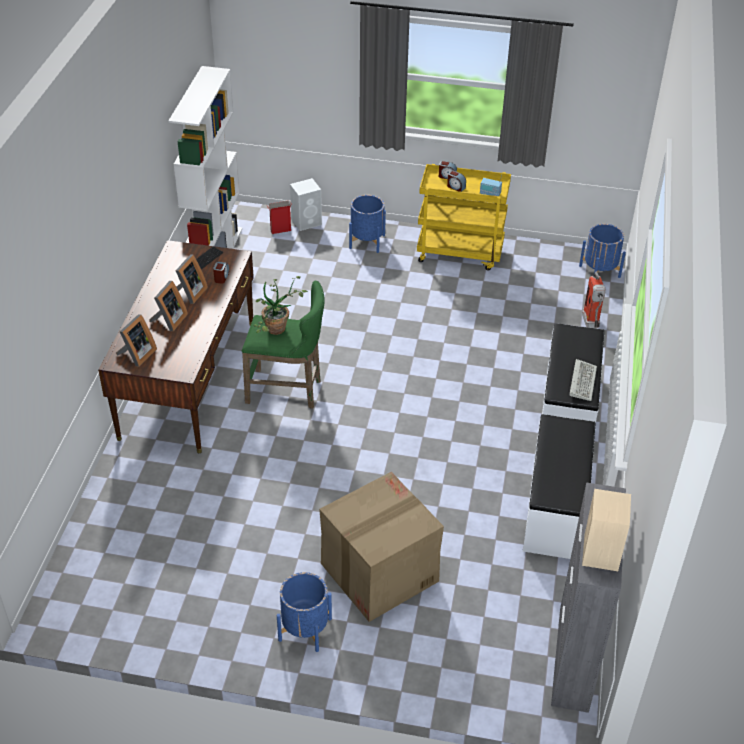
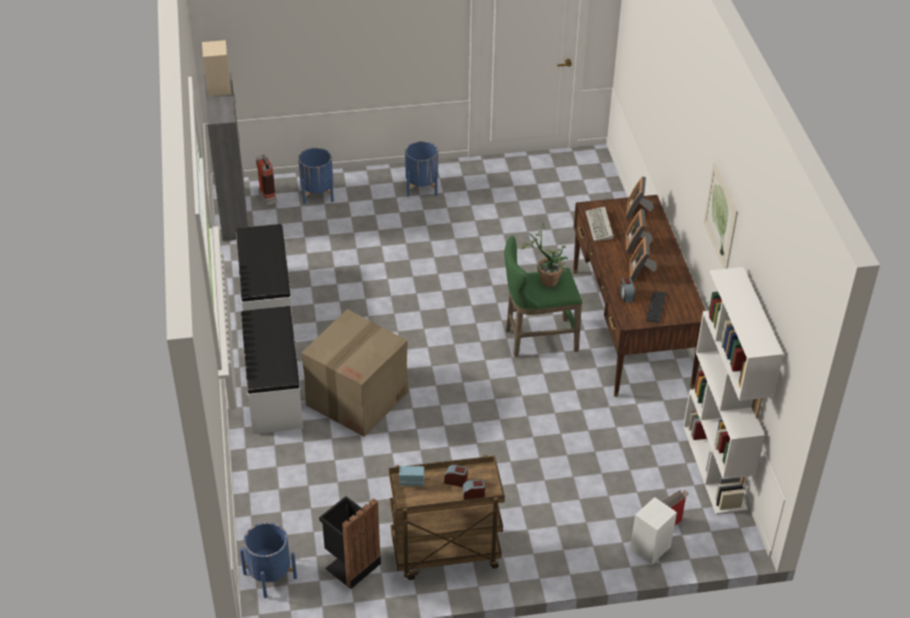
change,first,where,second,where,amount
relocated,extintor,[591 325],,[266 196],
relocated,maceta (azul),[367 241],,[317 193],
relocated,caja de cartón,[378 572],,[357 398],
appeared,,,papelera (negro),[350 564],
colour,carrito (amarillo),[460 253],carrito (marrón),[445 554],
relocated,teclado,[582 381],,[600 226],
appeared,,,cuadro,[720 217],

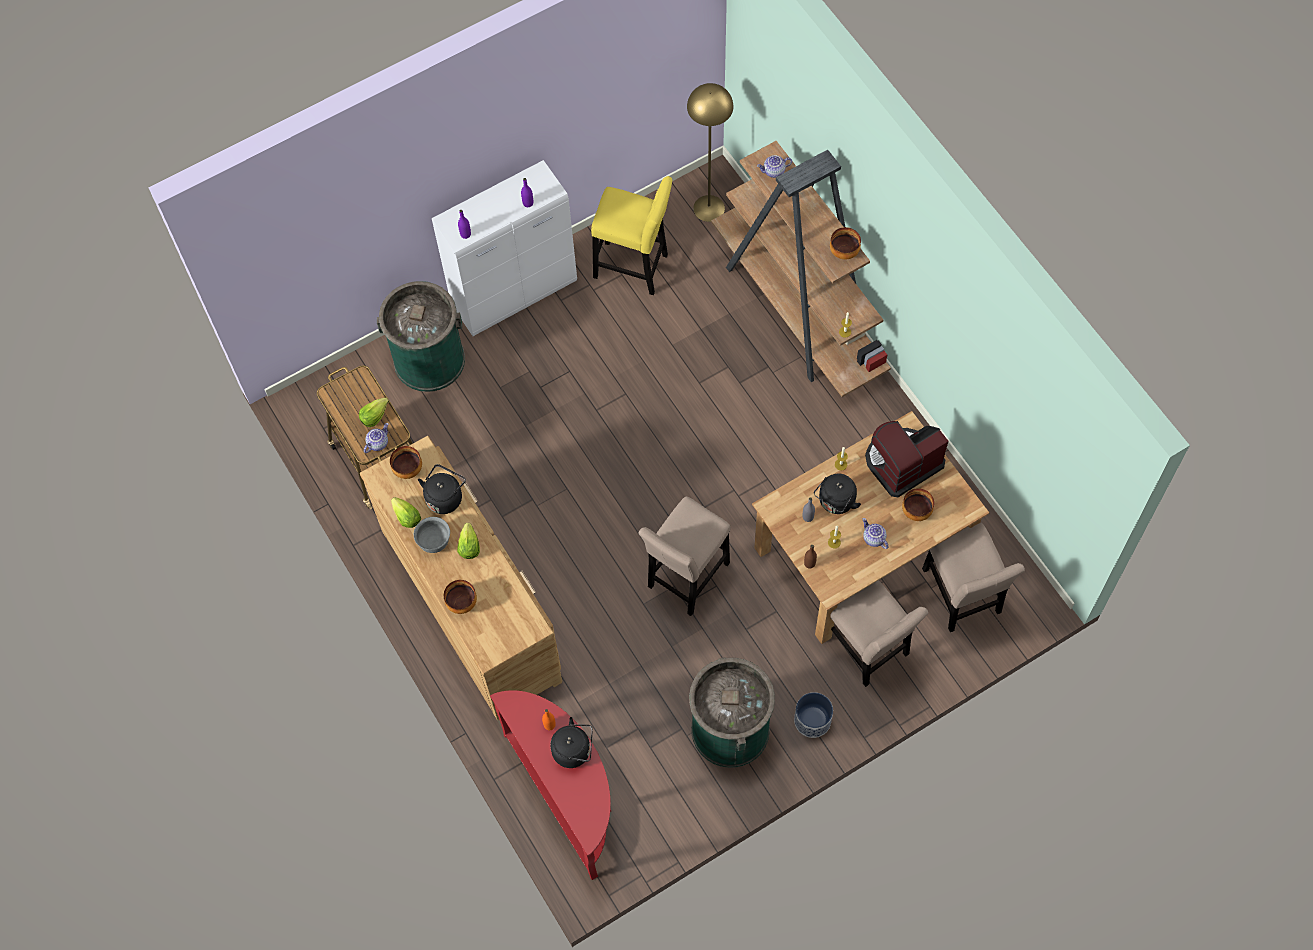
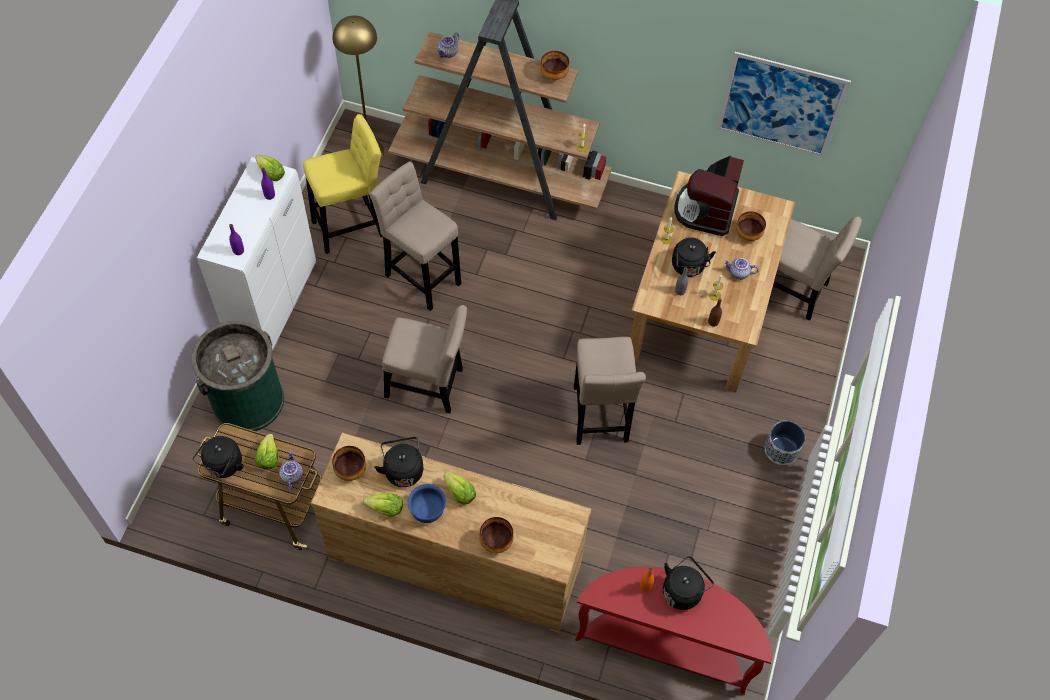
change,first,where,second,where,amount
appeared,,,hervidor (negro),[223 466],
appeared,,,lechuga,[271 174],
appeared,,,taburete (beis),[421 276],
relocated,silla (beis),[867 647],,[428 385],
colour,cuenco (gris),[434 542],cuenco (azul),[427 511],
appeared,,,cuadro,[781 105],
missing,papelera (verde),[730 729],,,

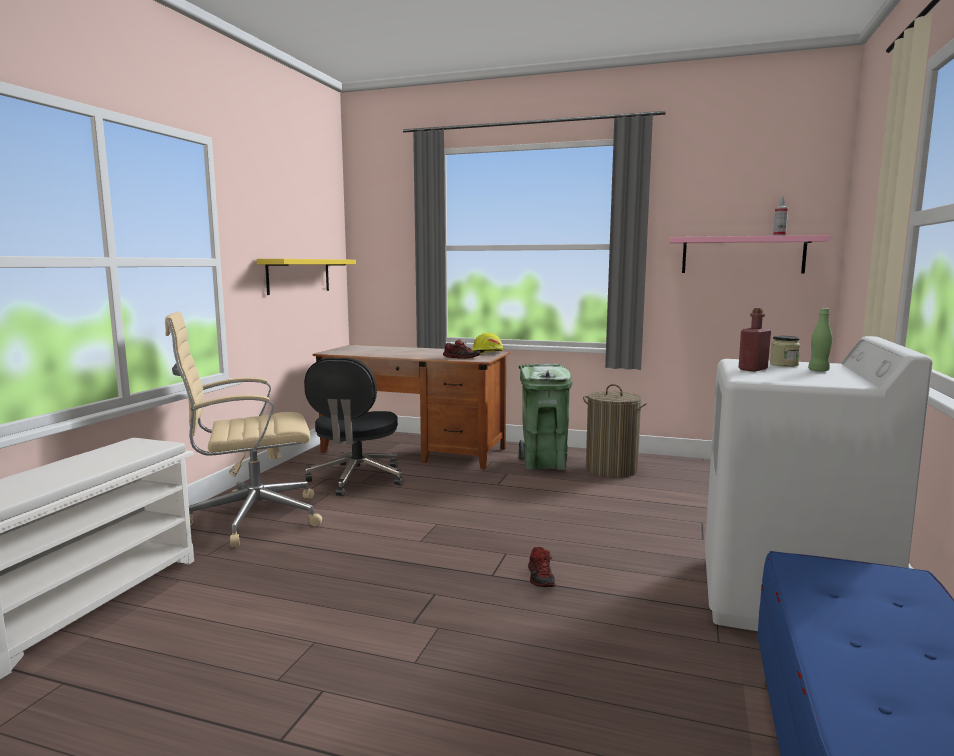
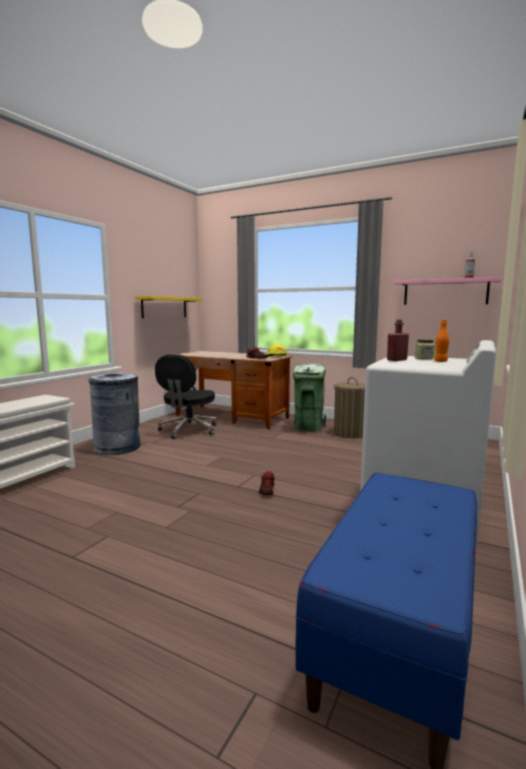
change,first,where,second,where,amount
exchanged,silla de oficina (beis),[251 518],papelera (gris),[117 447],
colour,botella (verde),[818 370],botella (naranja),[440 361],

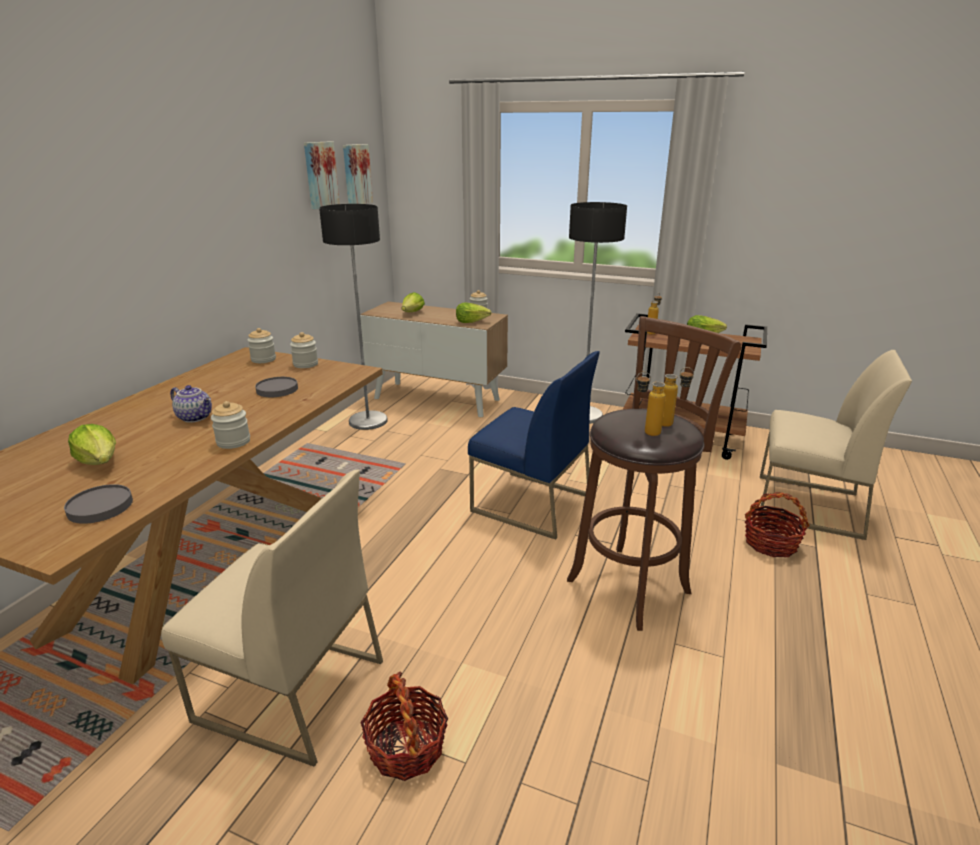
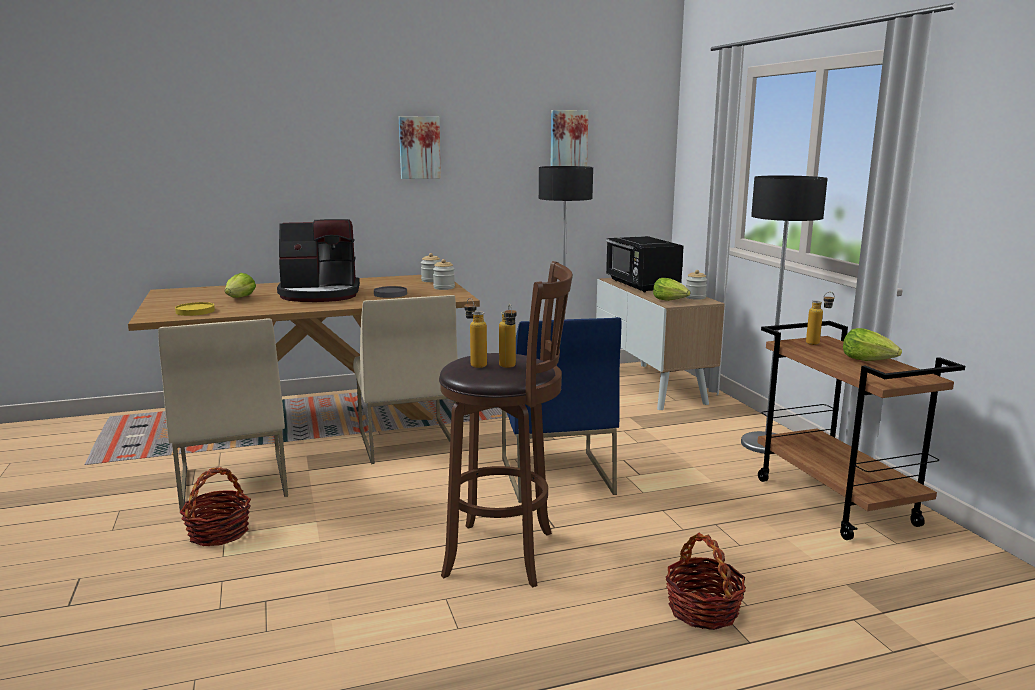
change,first,where,second,where,amount
colour,plato (gris),[100 507],plato (amarillo),[195 311],
exchanged,tetera,[196 417],cafetera,[320 294],
relocated,silla (beis),[807 506],,[406 440],
relocated,cuadro,[356 174],,[419 147],
exchanged,lechuga,[412 313],microondas (negro),[641 285],
missing,tarro,[233 442],,,

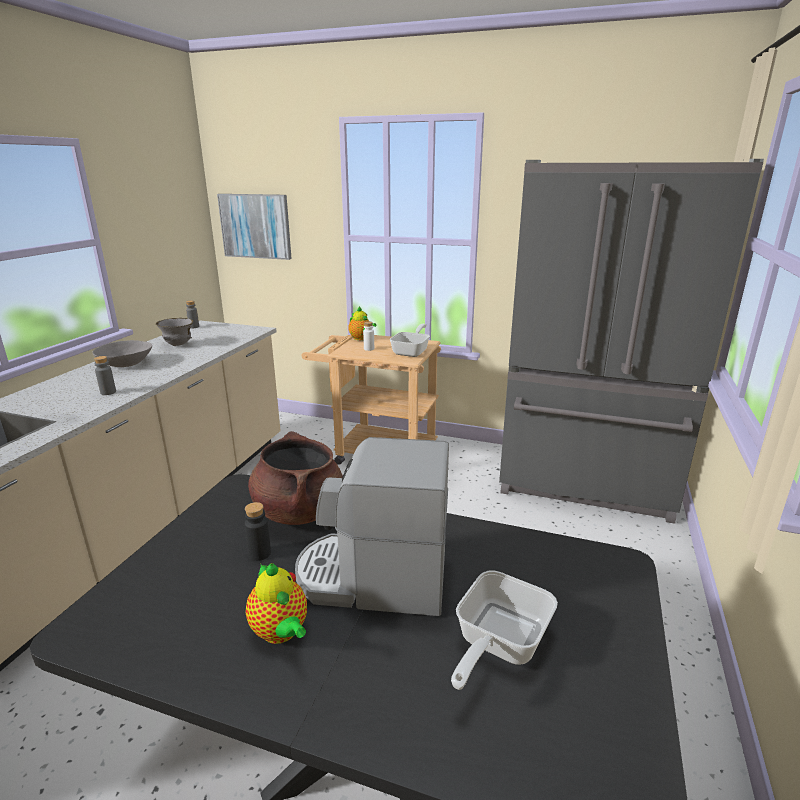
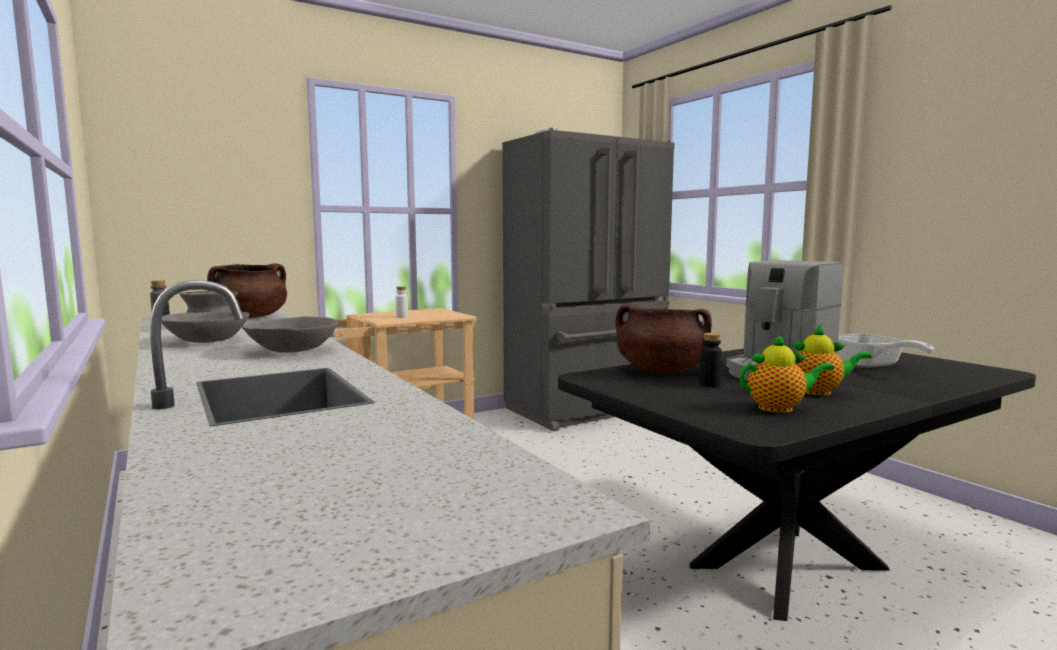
change,first,where,second,where,amount
appeared,,,olla (marrón),[250 317],
exchanged,botella (gris),[108 392],cuenco (gris),[292 351],
relocated,tetera,[361 338],,[779 408],
missing,cuadro,[255 226],,,
missing,sartén,[412 351],,,

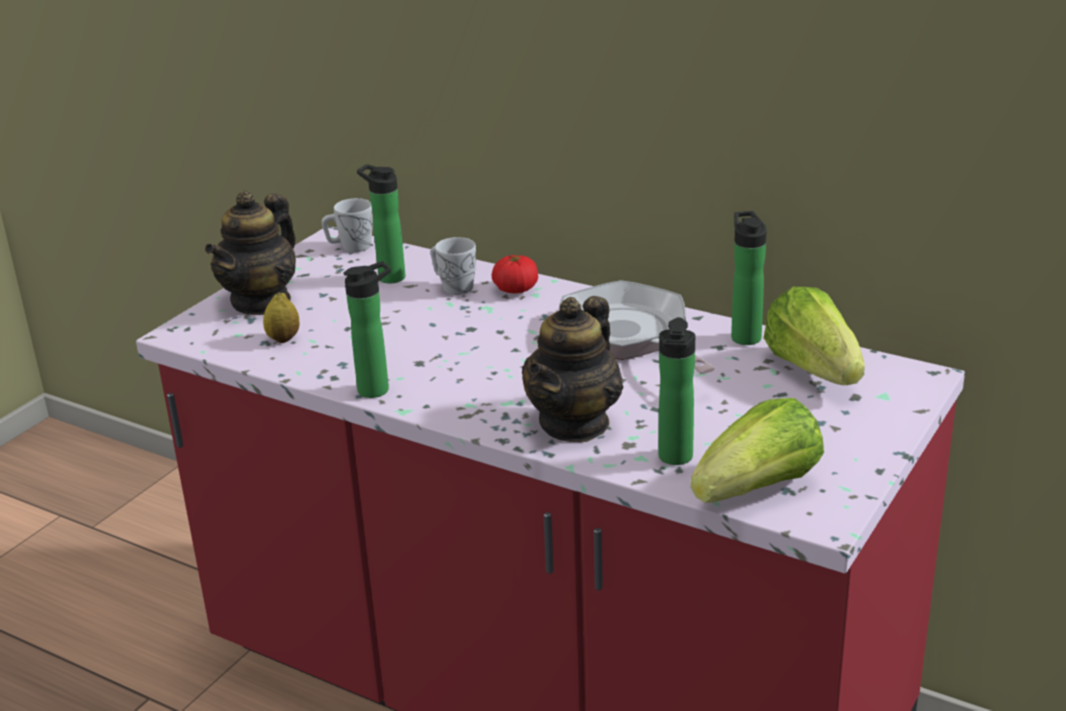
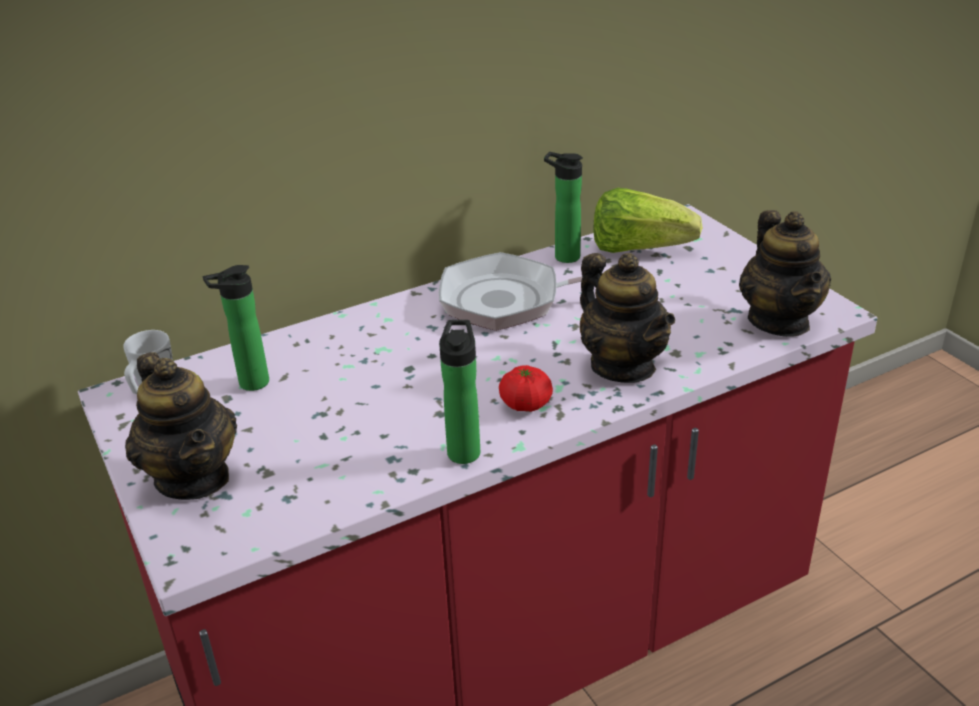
change,first,where,second,where,amount
relocated,tomate,[515 289],,[525 404],
exchanged,lechuga,[758 489],tetera,[779 321],
missing,limón,[283 339],,,
missing,taza grande (blanco),[453 286],,,
missing,botella,[675 459],,,

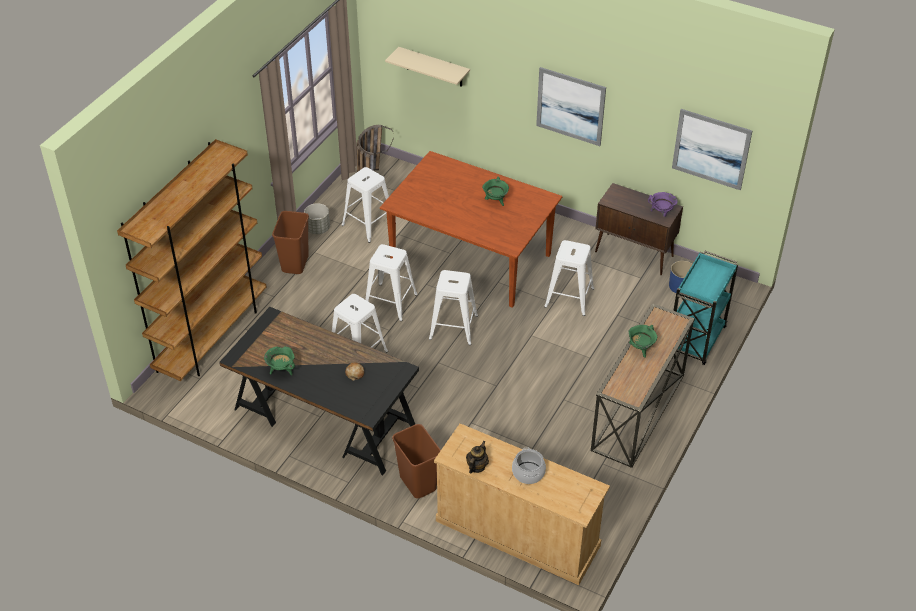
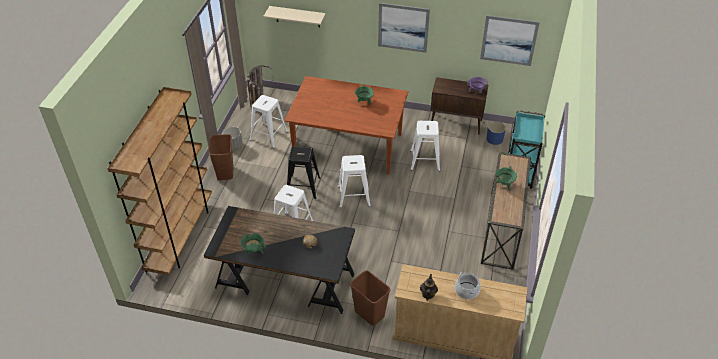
change,first,where,second,where,amount
colour,taburete (blanco),[389 302],taburete (negro),[302 187],

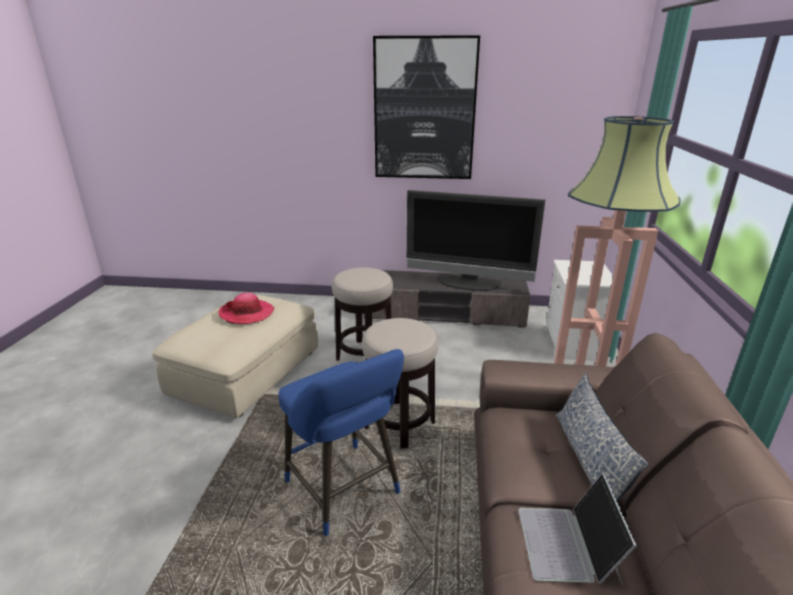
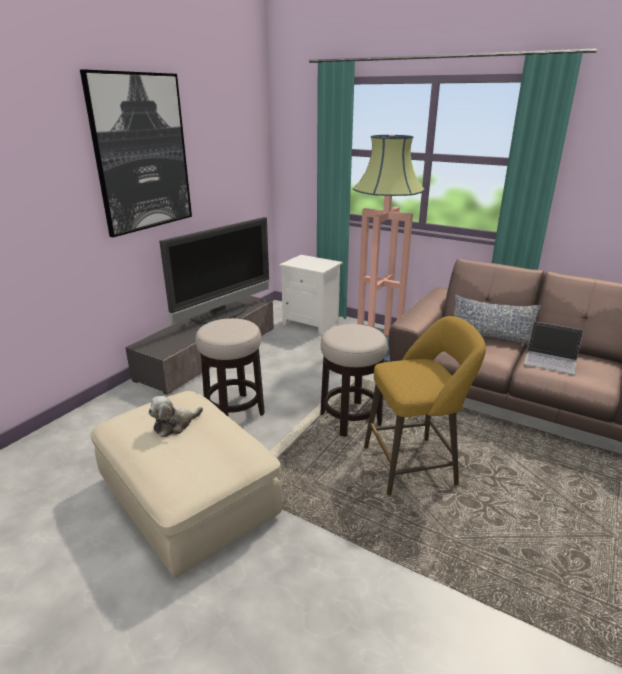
change,first,where,second,where,amount
exchanged,sombrero,[246 313],peluche,[175 425],
colour,taburete (azul),[346 491],taburete (amarillo),[414 464],

